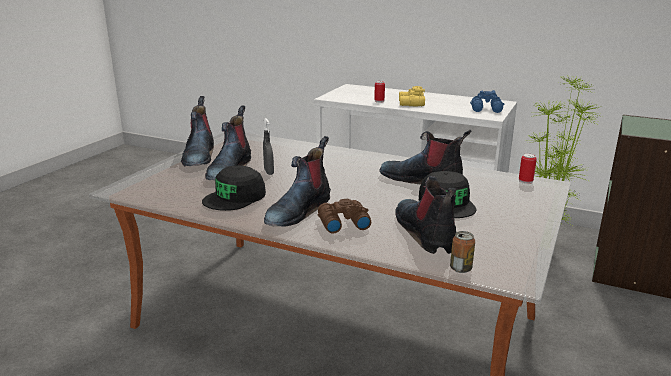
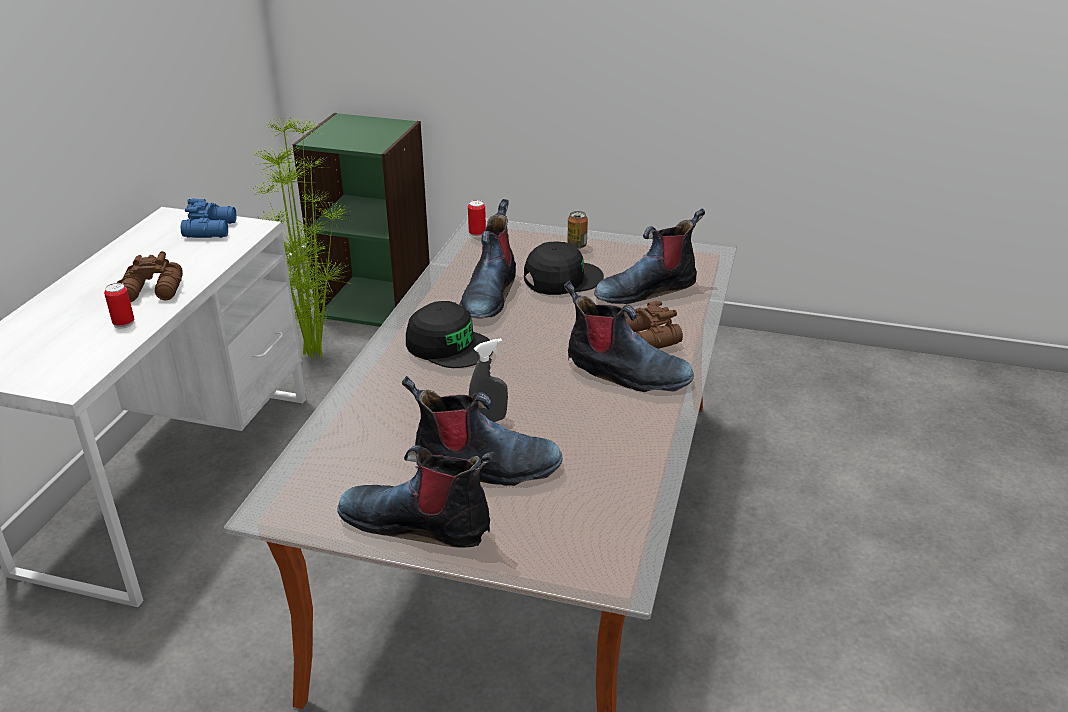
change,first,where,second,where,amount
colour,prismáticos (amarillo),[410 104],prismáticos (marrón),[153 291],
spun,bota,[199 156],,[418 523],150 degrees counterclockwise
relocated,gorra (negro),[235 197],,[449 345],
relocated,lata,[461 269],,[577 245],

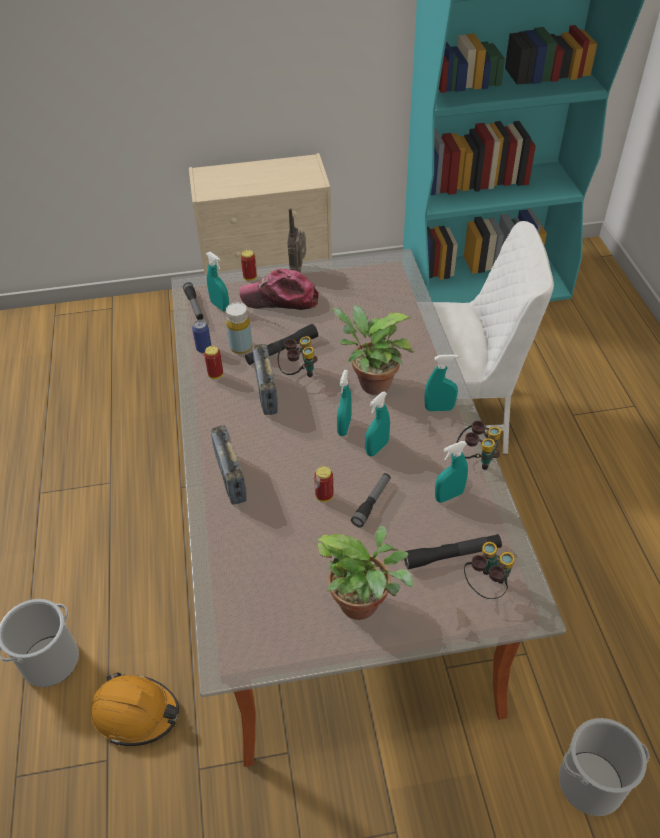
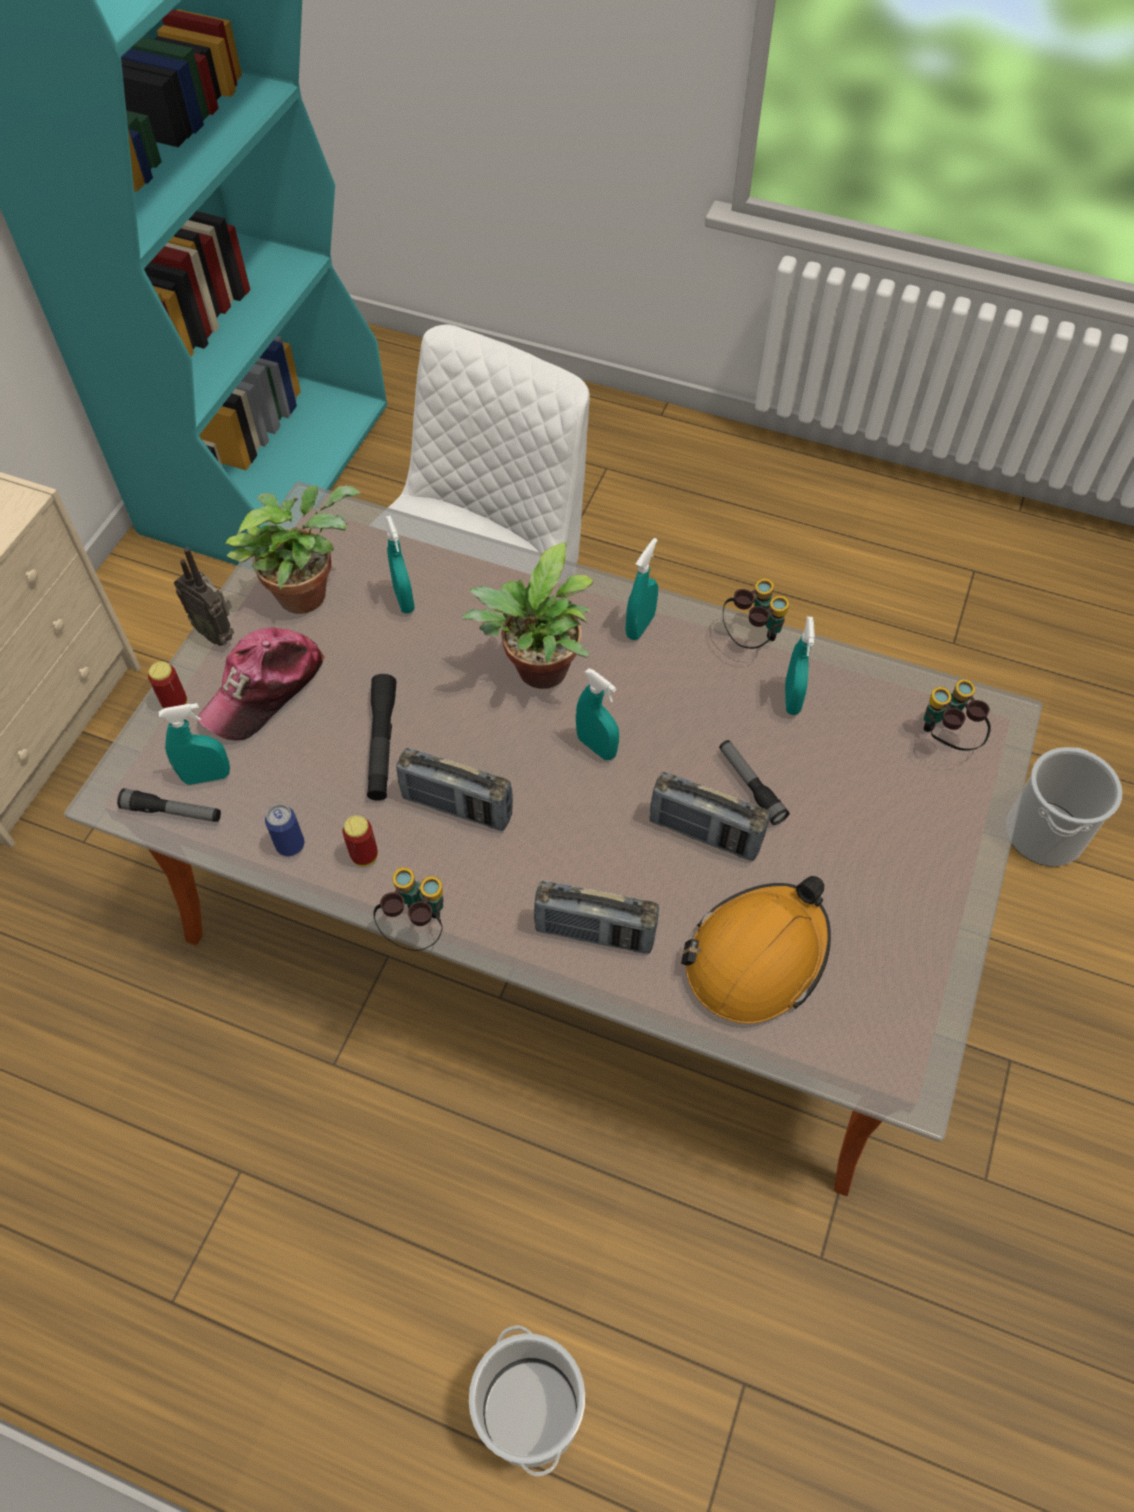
change,first,where,second,where,amount
relocated,planta en maceta,[364 604],,[307 591],
relocated,prismáticos,[298 372],,[416 927],
relocated,pulverizador (turquesa),[377 448],,[404 599],
exchanged,lata,[324 496],radio,[704 833],
relocated,casco (naranja),[136 713],,[756 957],
missing,botella (amarillo),[241 347],,,
missing,linterna (negro),[452 555],,,

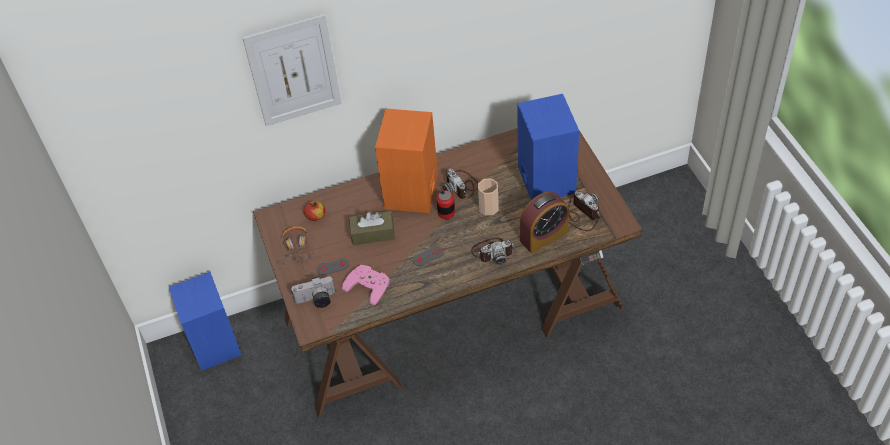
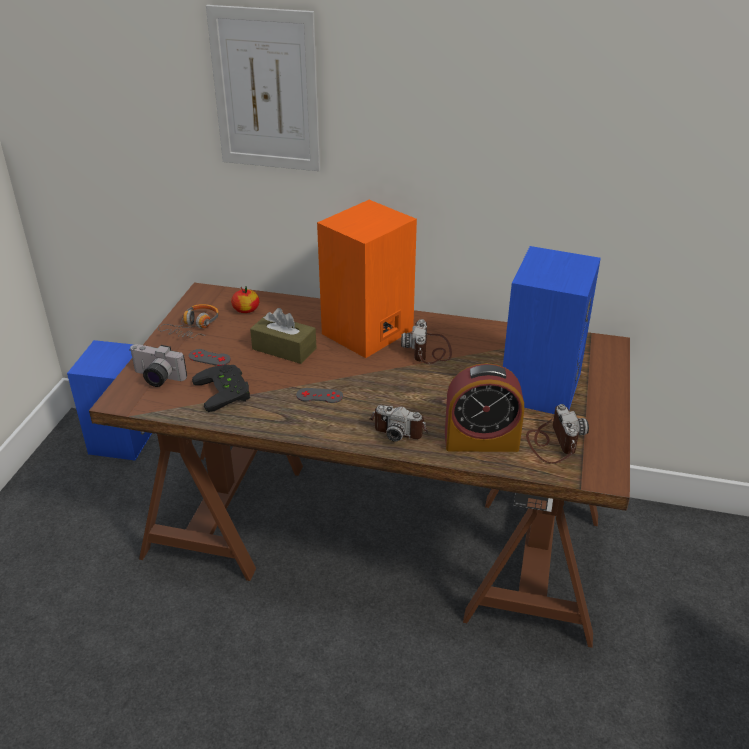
change,first,where,second,where,amount
colour,mando de consola (rosa),[369 284],mando de consola (negro),[226 391],
missing,lata,[446 213],,,
missing,taza,[488 208],,,

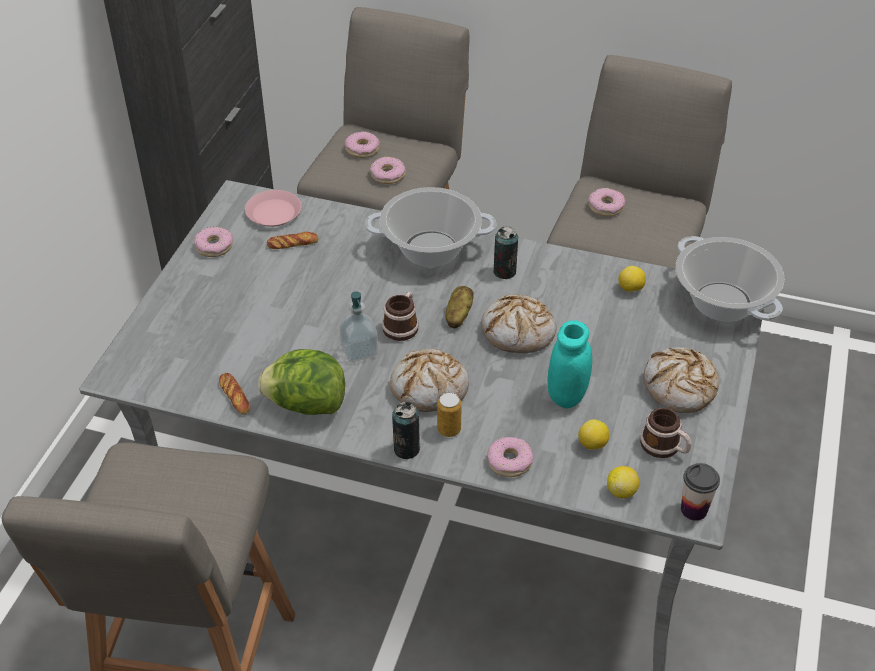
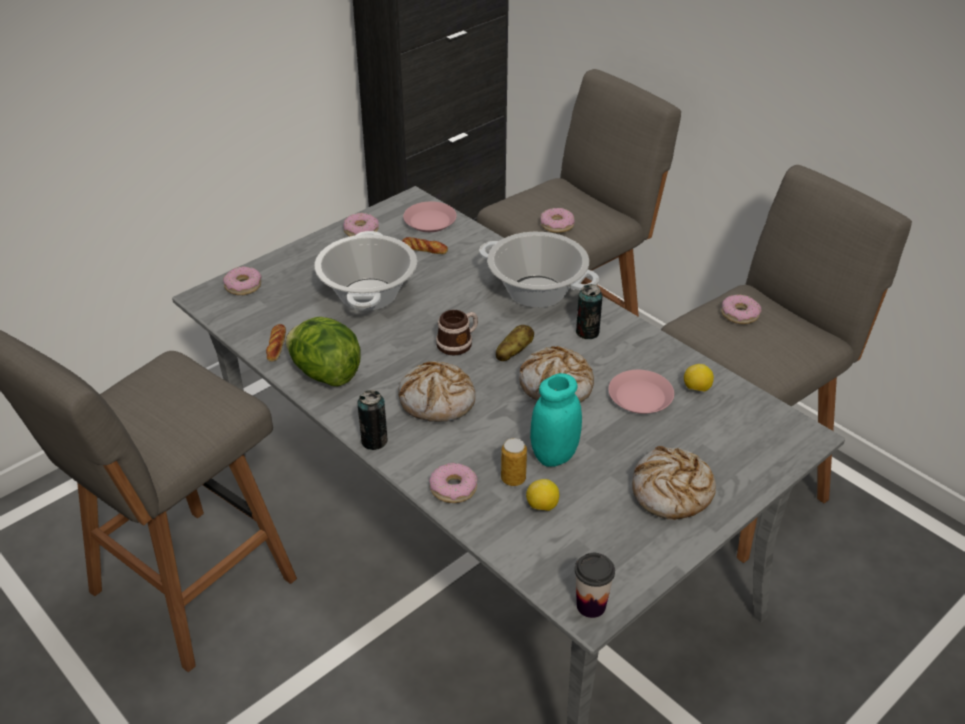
change,first,where,second,where,amount
relocated,rosquilla,[362 149],,[243 286],
relocated,olla,[723 302],,[369 295],
relocated,lata,[449 429],,[513 479],
appeared,,,plato (rosa),[640 397],
missing,dispensador de jabón,[359 351],,,
missing,limón,[621 491],,,
missing,taza grande,[665 447],,,

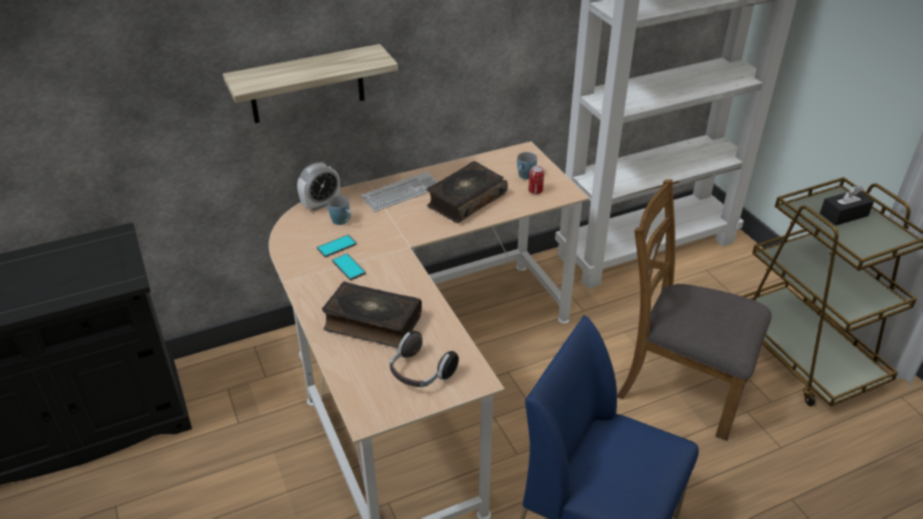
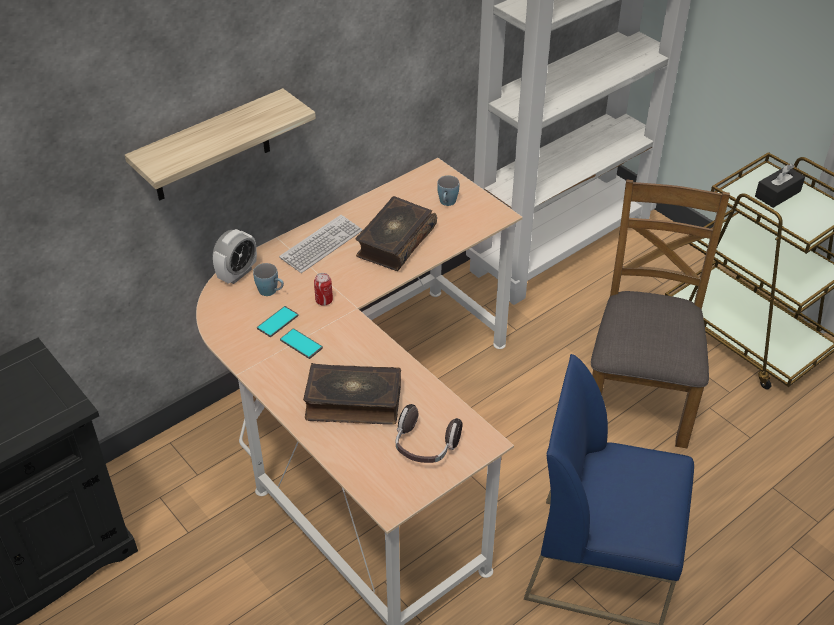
change,first,where,second,where,amount
relocated,lata,[535 191],,[324 300],
spun,silla (marrón),[681 386],,[639 394],90 degrees clockwise

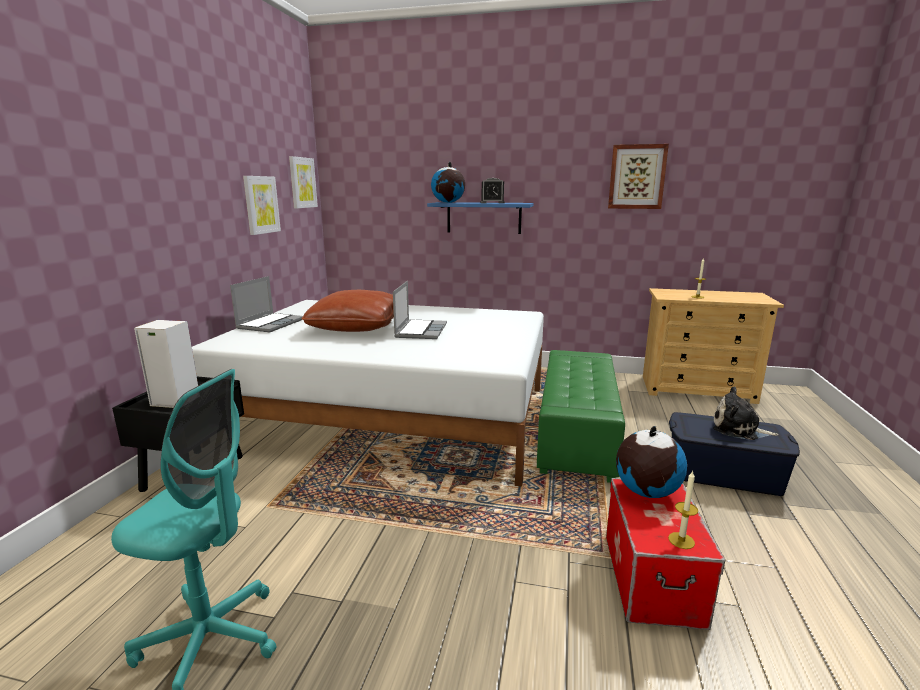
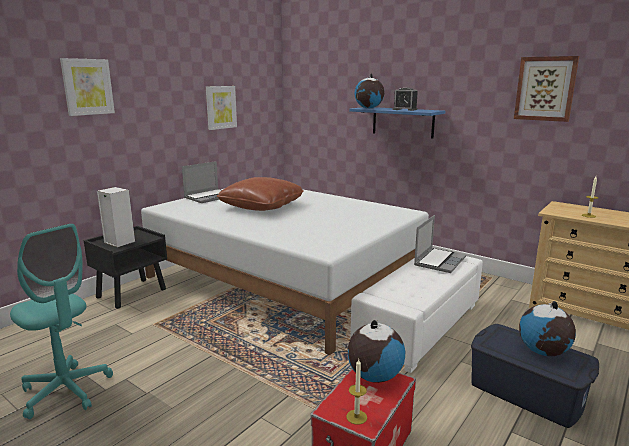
change,first,where,second,where,amount
relocated,cuadro,[302 182],,[87 87],
colour,puf (verde),[576 433],puf (blanco),[419 325],
relocated,portátil,[420 330],,[439 261],
exchanged,peluche,[738 429],globo terráqueo,[543 352],

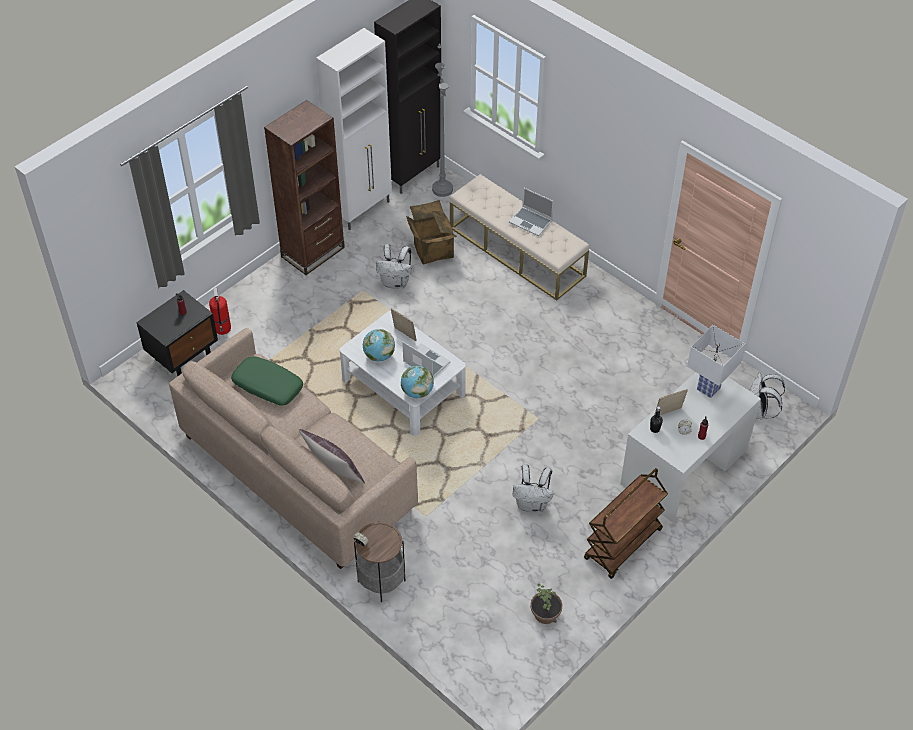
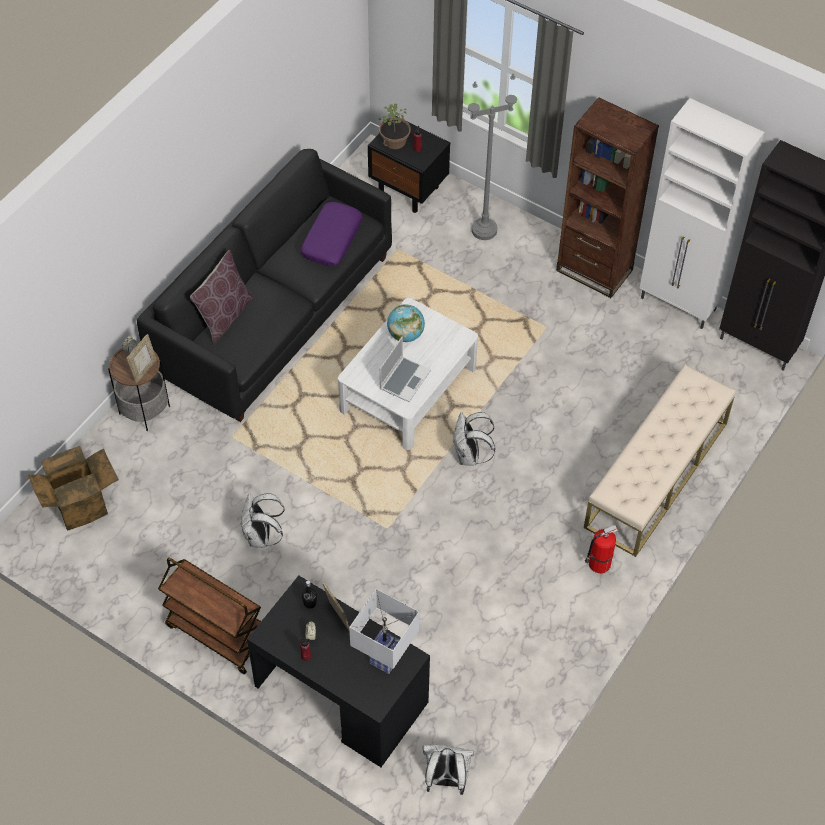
change,first,where,second,where,amount
relocated,caja de cartón,[431 250],,[80 503],
relocated,portarretratos,[404 335],,[144 370],
colour,sofá (beis),[297 472],sofá (negro),[273 314],
colour,escritorio (blanco),[684 466],escritorio (negro),[341 694],
colour,cojín (verde),[267 386],cojín (morado),[331 239],
relocated,planta en maceta,[545 614],,[395 141],
relocated,mochila (blanco),[396 282],,[470 456],
relocated,lámpara de pie (gris),[442 189],,[484 230],
relocated,extintor,[222 329],,[598 564],
missing,globo terráqueo,[417 392],,,
missing,portátil,[531 222],,,

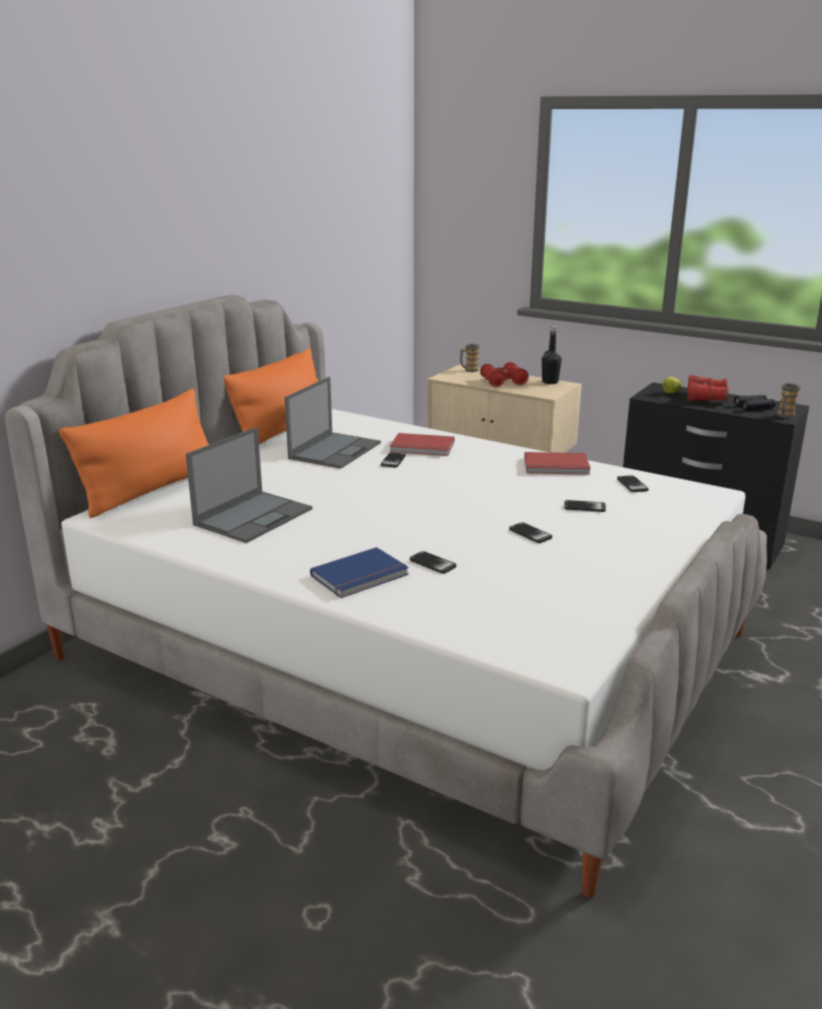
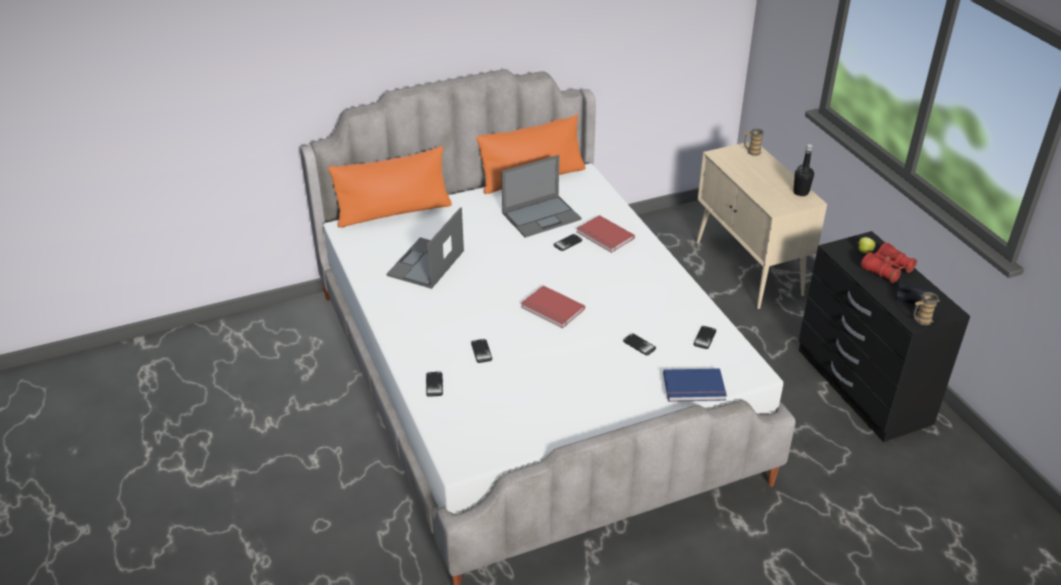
change,first,where,second,where,amount
spun,portátil,[254 516],,[425 264],135 degrees clockwise
relocated,móvil,[530 534],,[434 384],
relocated,libro (rojo),[556 467],,[551 309],
relocated,libro (azul),[361 576],,[694 388],
missing,prismáticos (rojo),[503 382],,,

